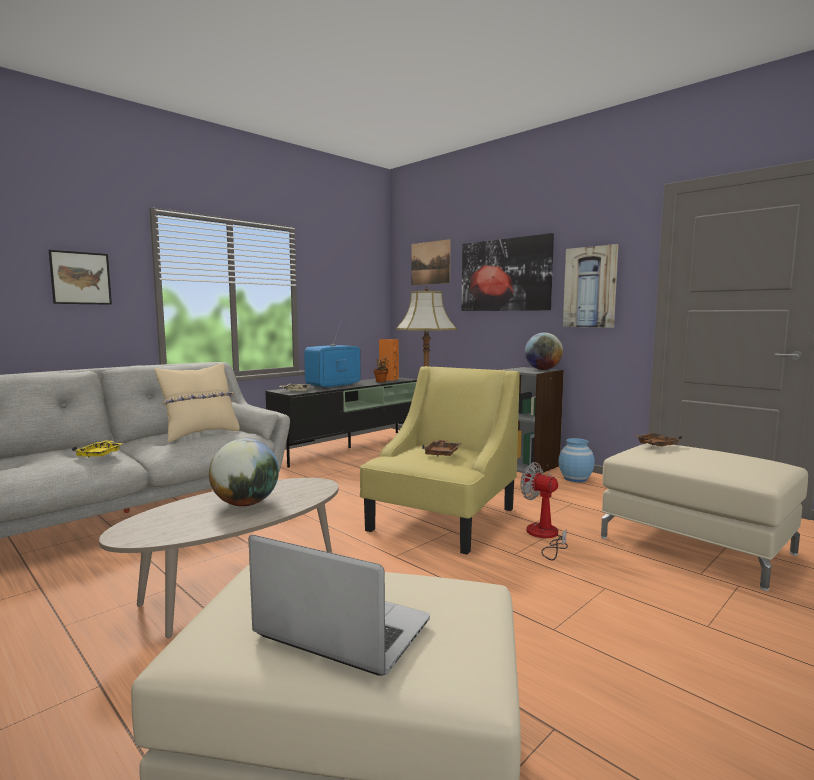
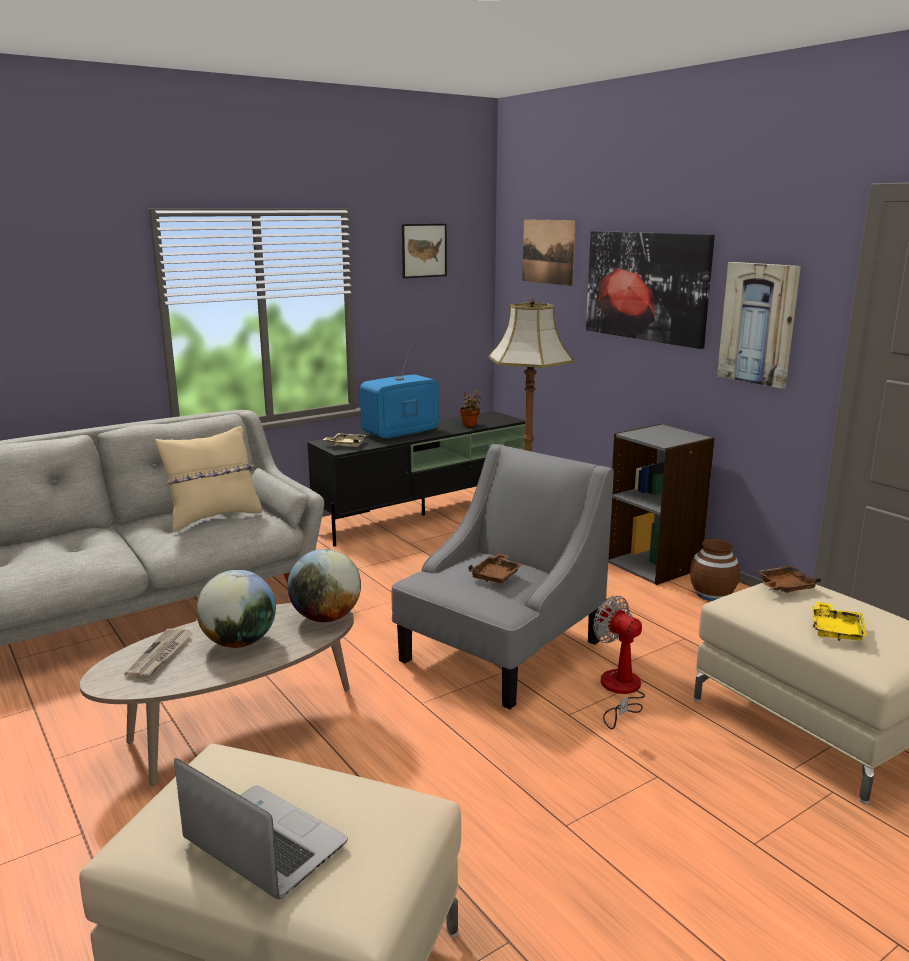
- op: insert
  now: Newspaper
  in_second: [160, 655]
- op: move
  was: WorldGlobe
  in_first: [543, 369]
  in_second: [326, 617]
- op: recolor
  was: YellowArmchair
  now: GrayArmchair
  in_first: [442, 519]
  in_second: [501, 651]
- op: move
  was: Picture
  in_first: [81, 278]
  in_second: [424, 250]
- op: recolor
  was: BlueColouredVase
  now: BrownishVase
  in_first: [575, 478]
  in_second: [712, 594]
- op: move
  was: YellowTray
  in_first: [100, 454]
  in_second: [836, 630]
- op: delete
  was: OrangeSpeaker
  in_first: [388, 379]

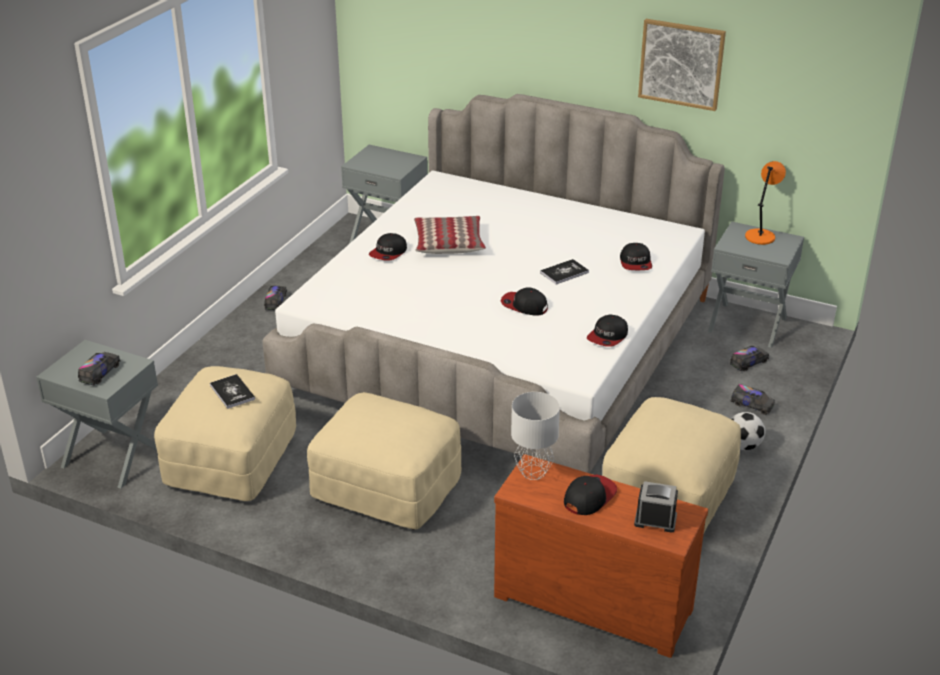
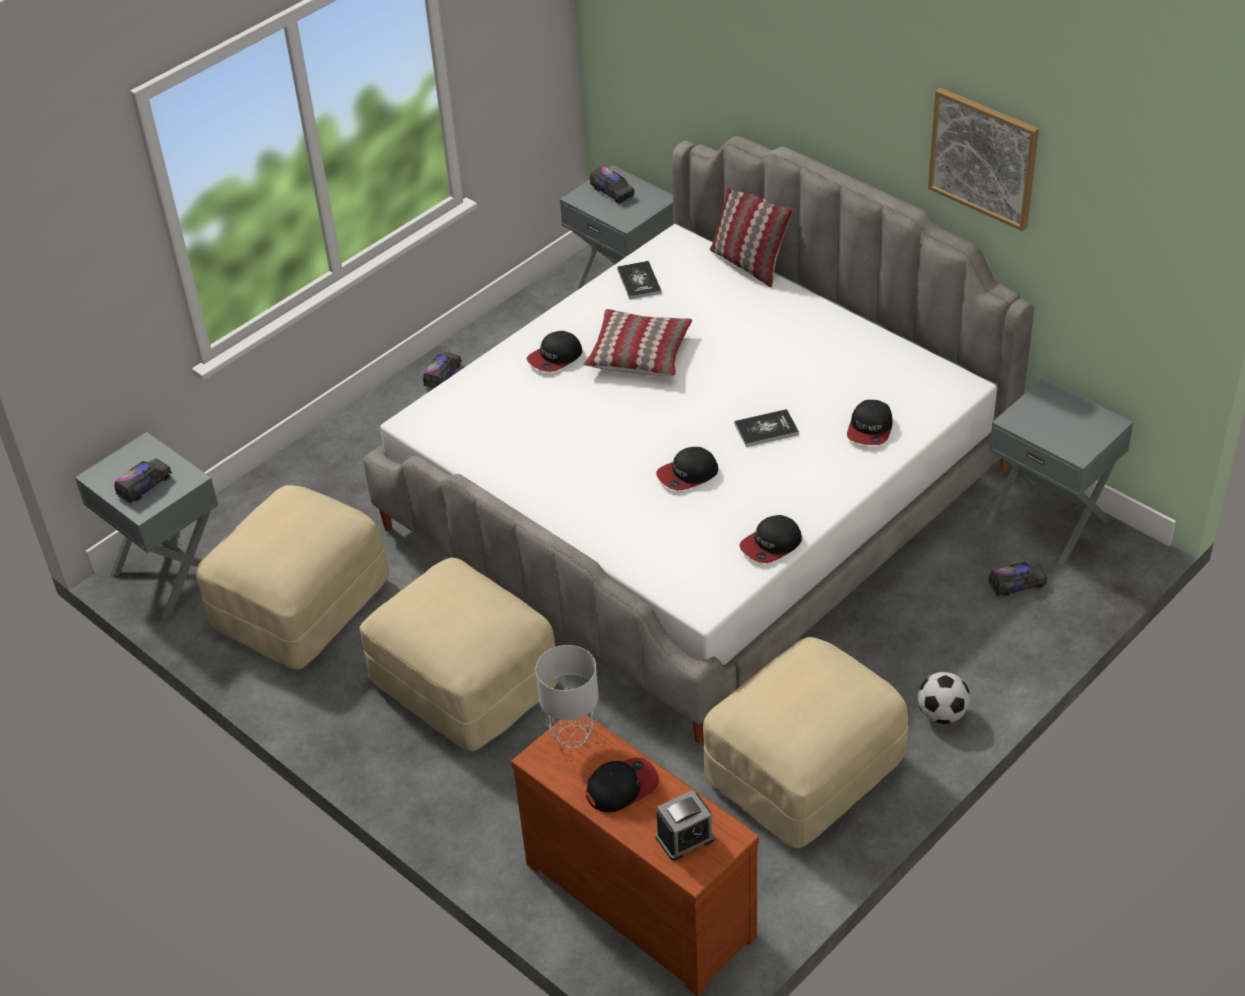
- op: move
  was: ModelTruck
  in_first: [752, 405]
  in_second: [612, 192]
- op: move
  was: BoundBook
  in_first: [232, 392]
  in_second: [639, 281]
- op: rotate
  was: Cap
  in_first: [524, 305]
  in_second: [687, 474]
  clockwise: -75
- op: rotate
  was: TableClock
  in_first: [655, 520]
  in_second: [685, 838]
  clockwise: 120
- op: insert
  now: Cushion
  in_second: [748, 263]
- op: delete
  was: OrangeTabletopLamp
  in_first: [760, 236]

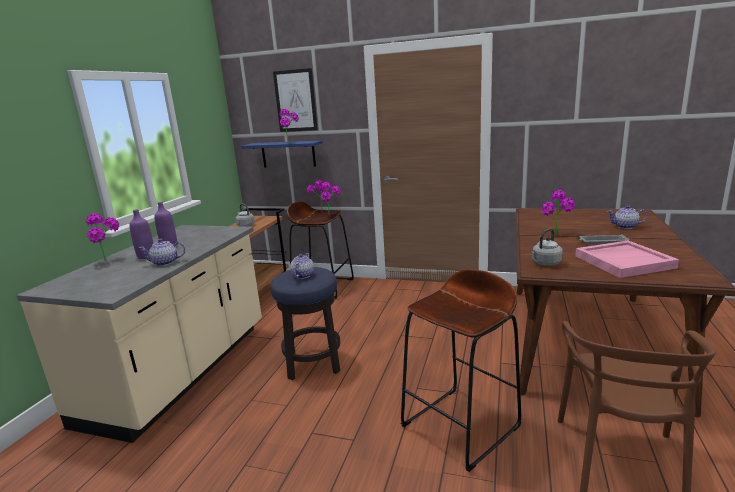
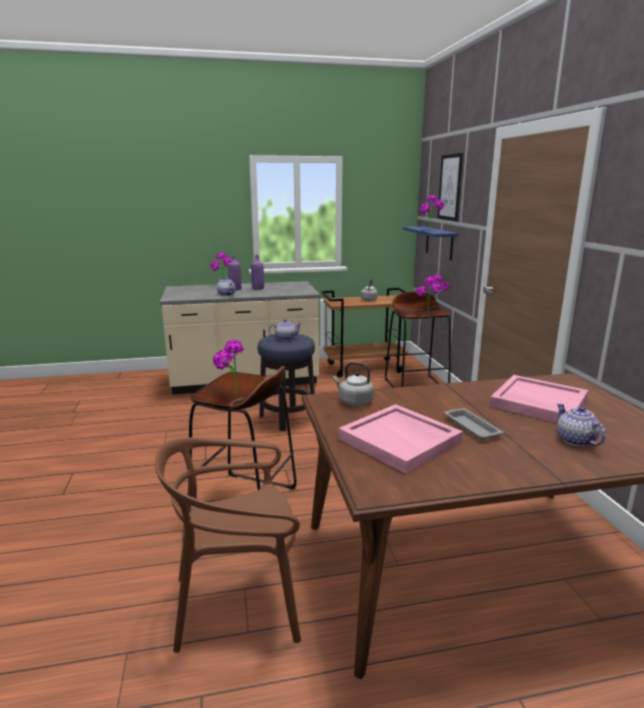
- op: move
  was: PottedPlant
  in_first: [556, 235]
  in_second: [229, 396]
- op: insert
  now: PinkTray
  in_second: [537, 403]

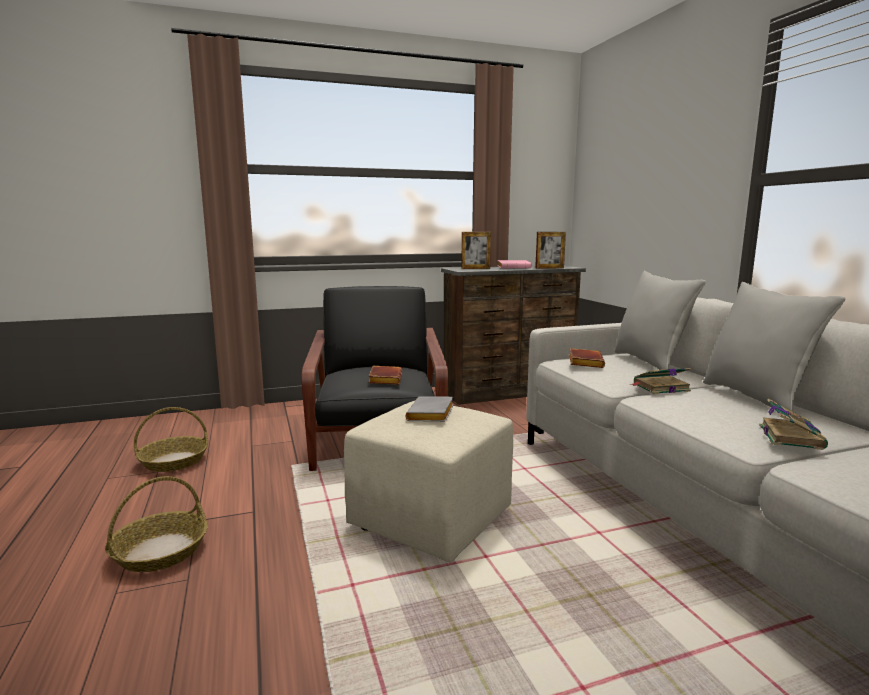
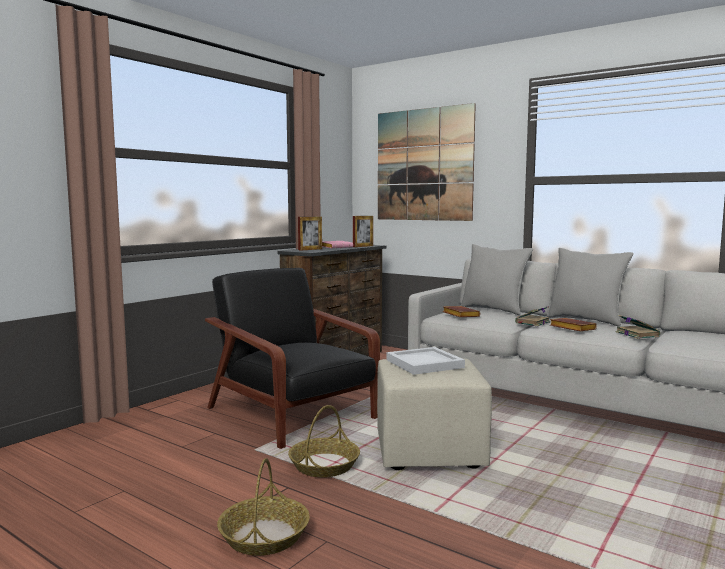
- op: move
  was: StorageBasket
  in_first: [174, 461]
  in_second: [324, 465]
- op: insert
  now: Picture
  in_second: [424, 165]
- op: replace
  was: GrayBoundBook
  now: WhitishTray
  in_first: [432, 415]
  in_second: [426, 364]
- op: move
  was: BrownishBoundBook
  in_first: [384, 379]
  in_second: [571, 328]

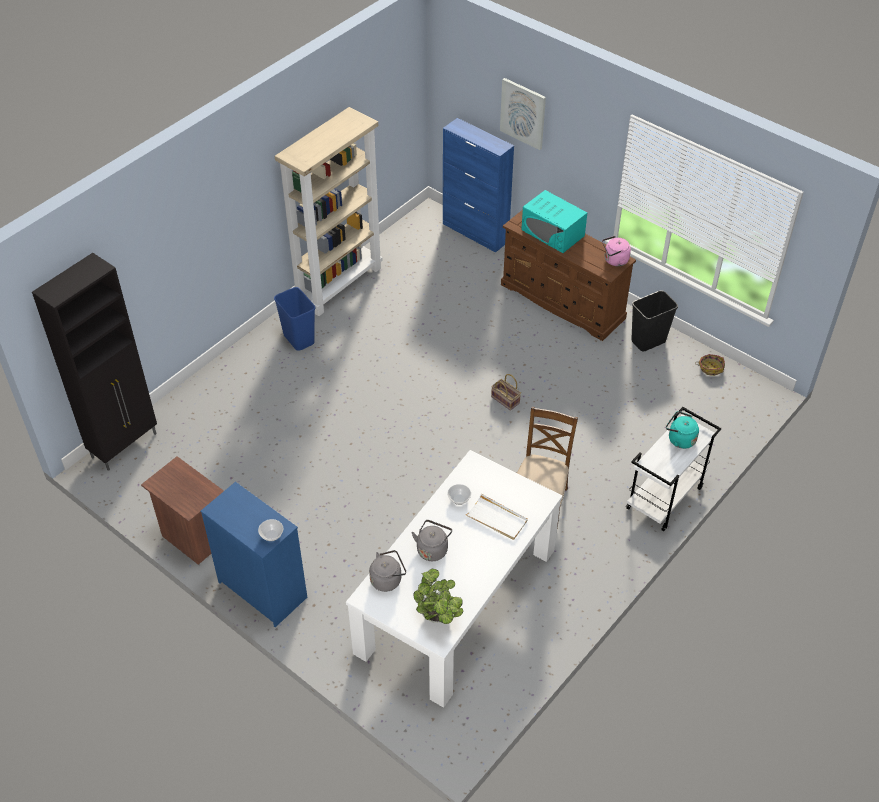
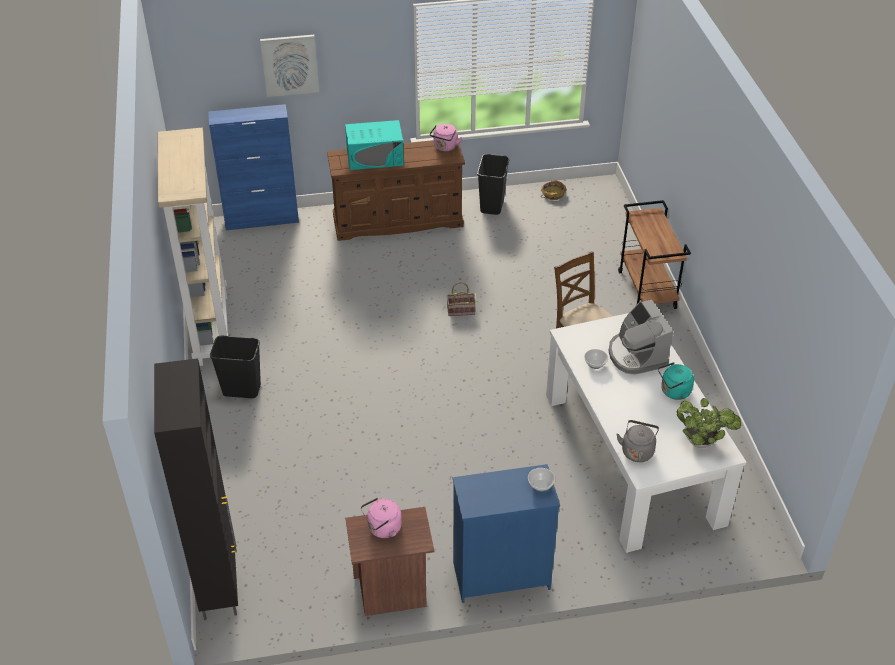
- op: recolor
  was: BlueColouredTrashCan
  now: BlackColouredTrashCan
  in_first: [299, 339]
  in_second: [242, 389]
- op: insert
  now: PinkTeaKettle
  in_second: [382, 529]
- op: replace
  was: WhitishTray
  now: CoffeeMaker
  in_first: [496, 519]
  in_second: [636, 355]
- op: recolor
  was: WhitishTrolley
  now: BrownishTrolley
  in_first: [664, 499]
  in_second: [647, 290]
- op: move
  was: BlueGreenTeaKettle
  in_first: [679, 439]
  in_second: [673, 392]
- op: delete
  was: GrayTeaKettle
  in_first: [432, 549]

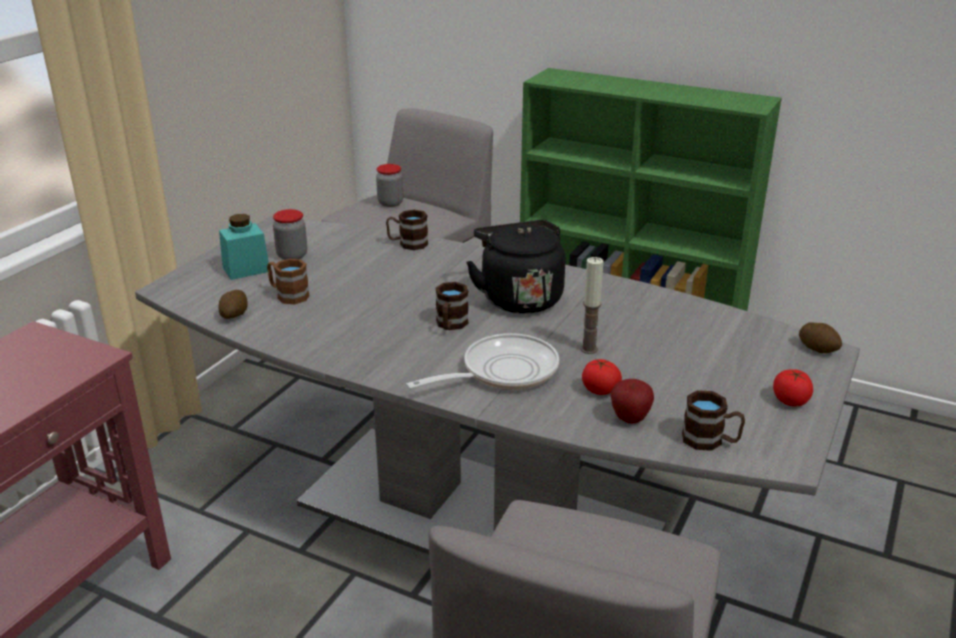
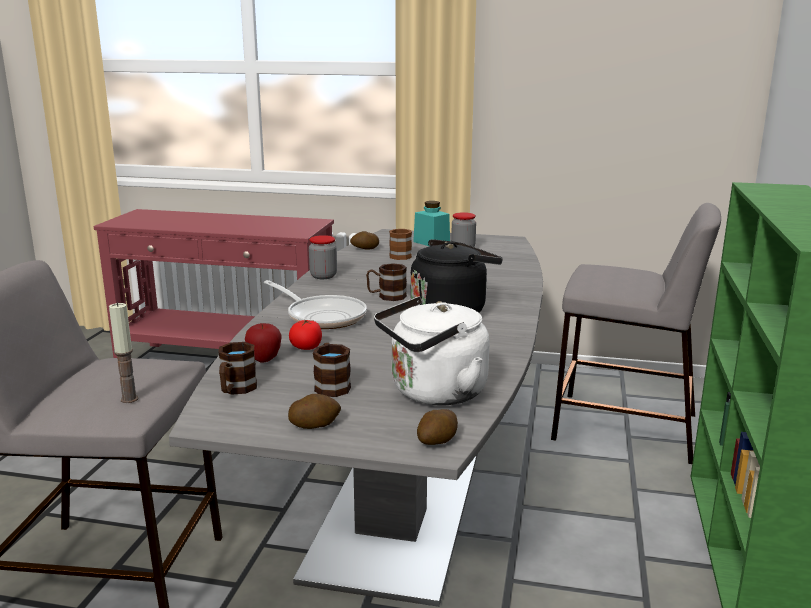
- op: move
  was: Candle
  in_first: [588, 349]
  in_second: [129, 399]
- op: replace
  was: Tomato
  now: Spud
  in_first: [790, 401]
  in_second: [315, 425]
- op: move
  was: StorageJar
  in_first: [390, 203]
  in_second: [323, 276]
- op: move
  was: BrownishTeaMug
  in_first: [407, 244]
  in_second: [331, 385]
- op: insert
  now: WhitishTeaKettle
  in_second: [433, 393]

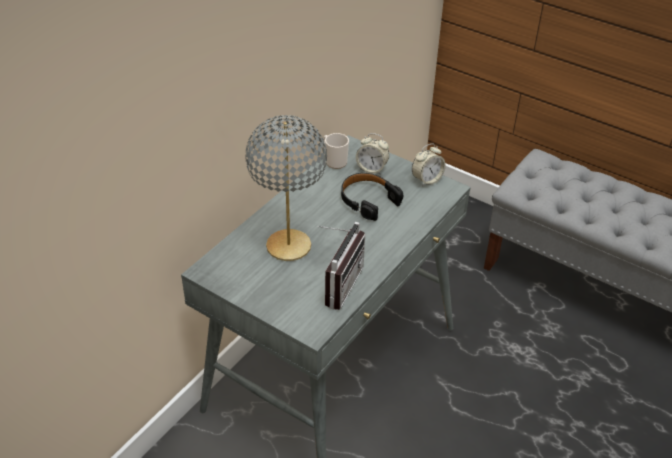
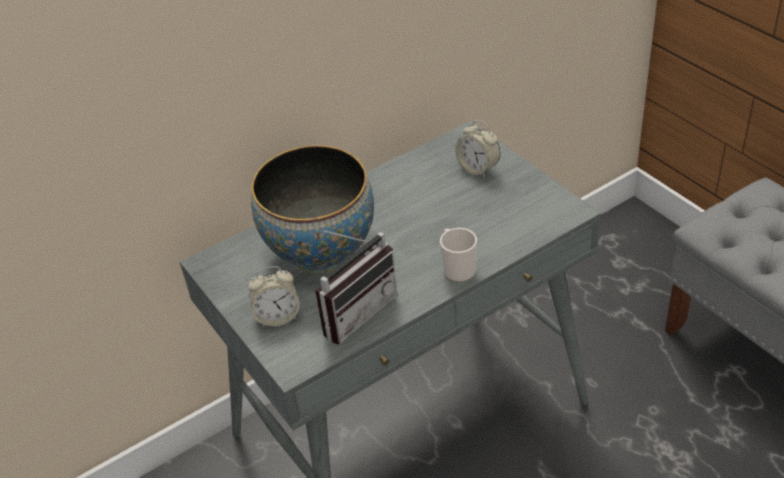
- op: move
  was: TableClock
  in_first: [427, 180]
  in_second: [278, 317]
- op: replace
  was: GrayTabletopLamp
  now: DeepDish
  in_first: [289, 247]
  in_second: [321, 251]
- op: move
  was: TeaMug
  in_first: [334, 161]
  in_second: [457, 268]
- op: delete
  was: BlackColouredHeadset
  in_first: [368, 200]

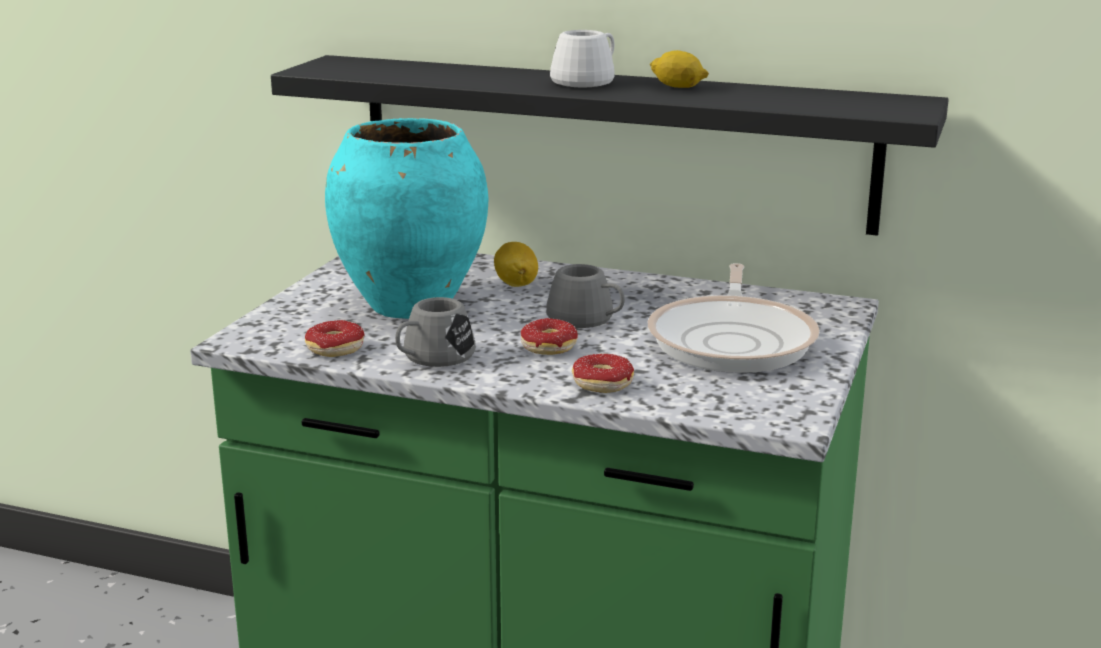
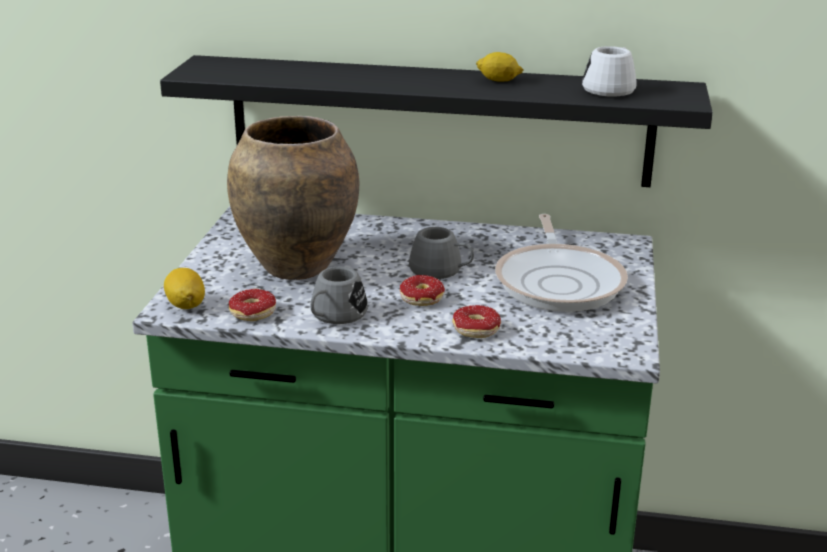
- op: move
  was: CitrusFruit
  in_first: [516, 284]
  in_second: [186, 305]
- op: recolor
  was: BlueGreenVase
  now: BrownishVase
  in_first: [409, 305]
  in_second: [295, 267]
- op: move
  was: WhitishTeaMug
  in_first: [587, 81]
  in_second: [611, 88]

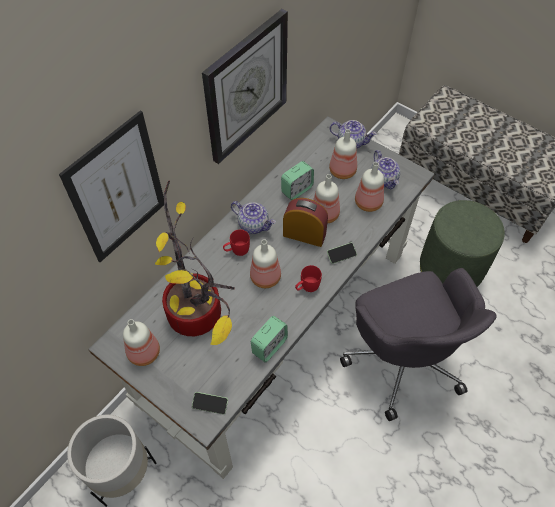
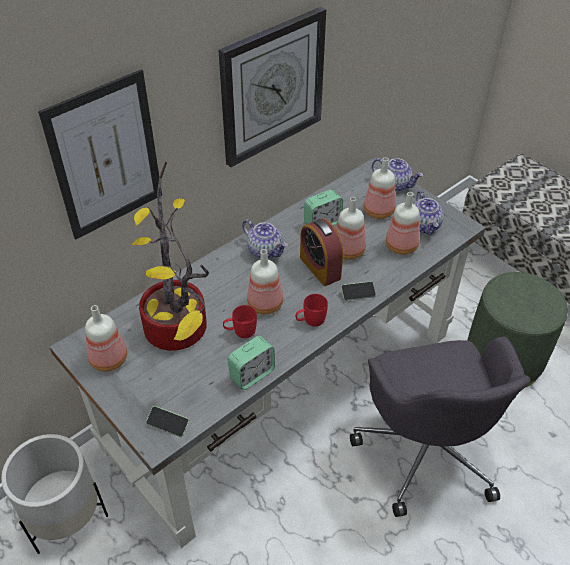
- op: move
  was: ReddishTeaMug
  in_first: [236, 250]
  in_second: [240, 331]
- op: rotate
  was: TableClock
  in_first: [304, 234]
  in_second: [320, 268]
  clockwise: -150

